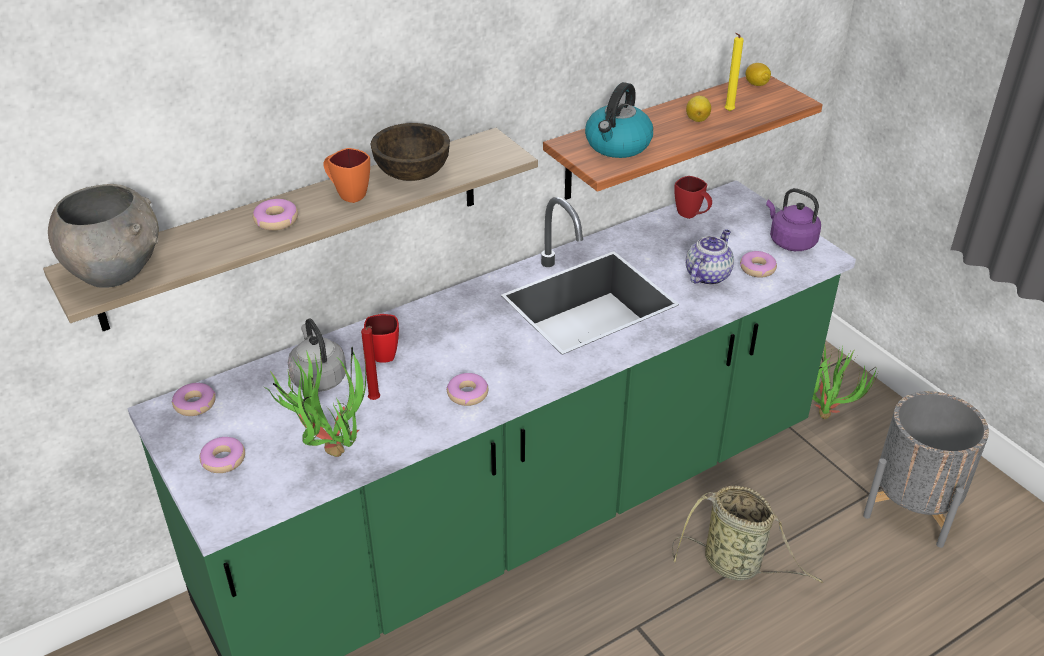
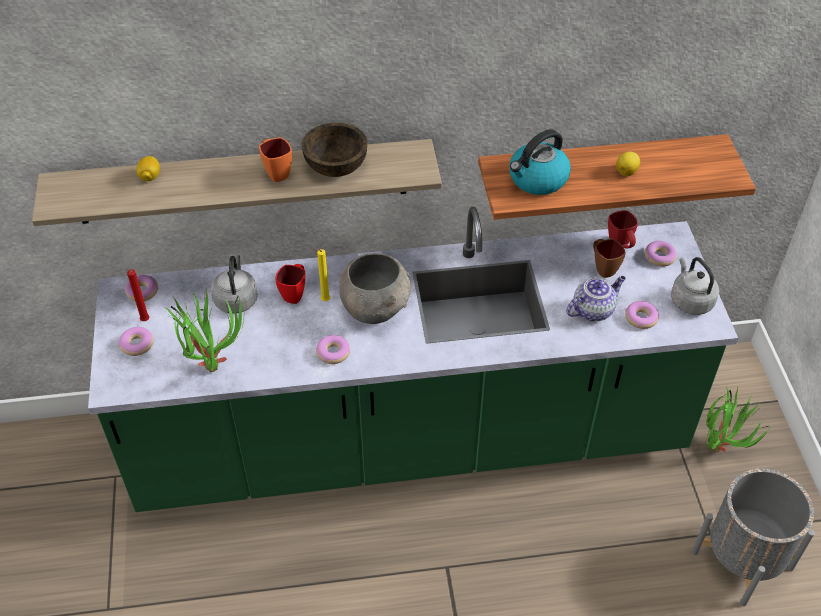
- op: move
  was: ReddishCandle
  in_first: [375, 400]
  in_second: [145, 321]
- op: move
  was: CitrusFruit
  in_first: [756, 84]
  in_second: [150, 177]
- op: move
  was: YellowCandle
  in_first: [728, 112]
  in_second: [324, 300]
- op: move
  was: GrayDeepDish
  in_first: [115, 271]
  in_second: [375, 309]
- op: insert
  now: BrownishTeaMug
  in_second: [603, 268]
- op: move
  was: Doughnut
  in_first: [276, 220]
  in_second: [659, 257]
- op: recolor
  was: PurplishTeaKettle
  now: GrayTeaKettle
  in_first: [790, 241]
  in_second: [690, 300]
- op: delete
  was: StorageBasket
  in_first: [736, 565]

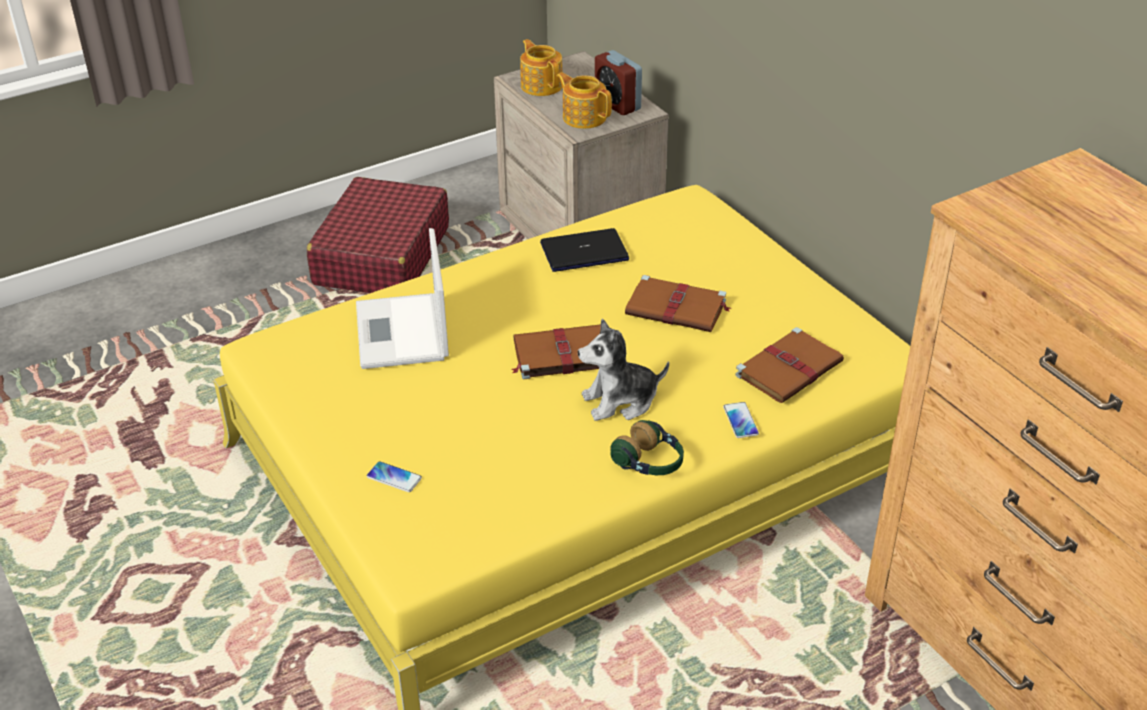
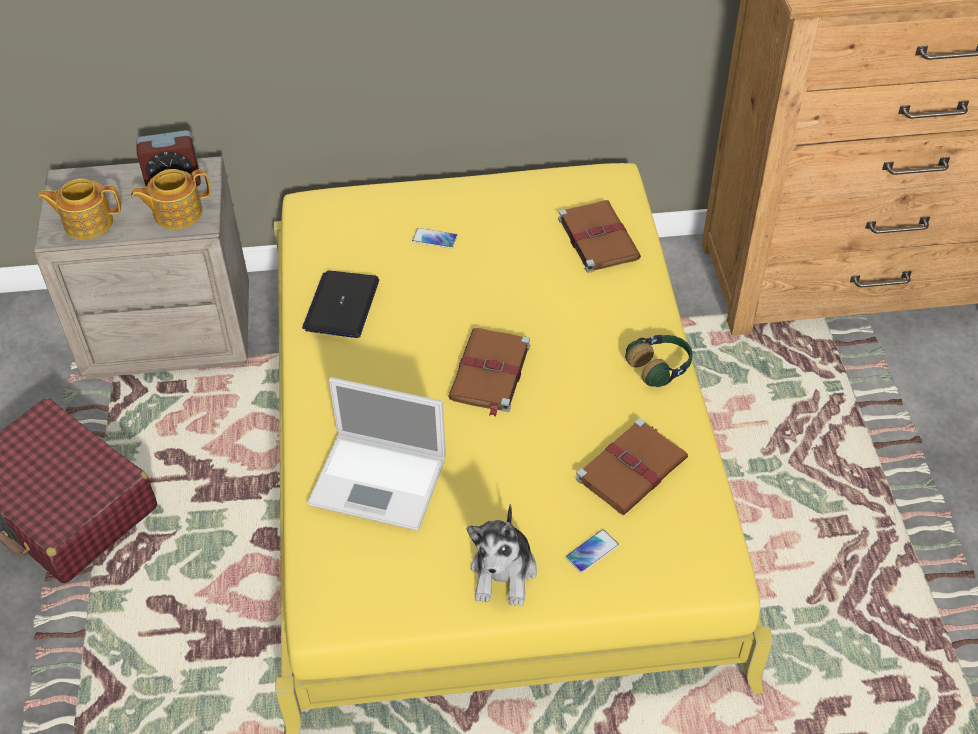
- op: move
  was: Handset
  in_first: [740, 421]
  in_second: [434, 239]
- op: move
  was: SoftToy
  in_first: [620, 401]
  in_second: [504, 572]
- op: move
  was: BrownishBoundBook
  in_first: [677, 308]
  in_second: [632, 468]

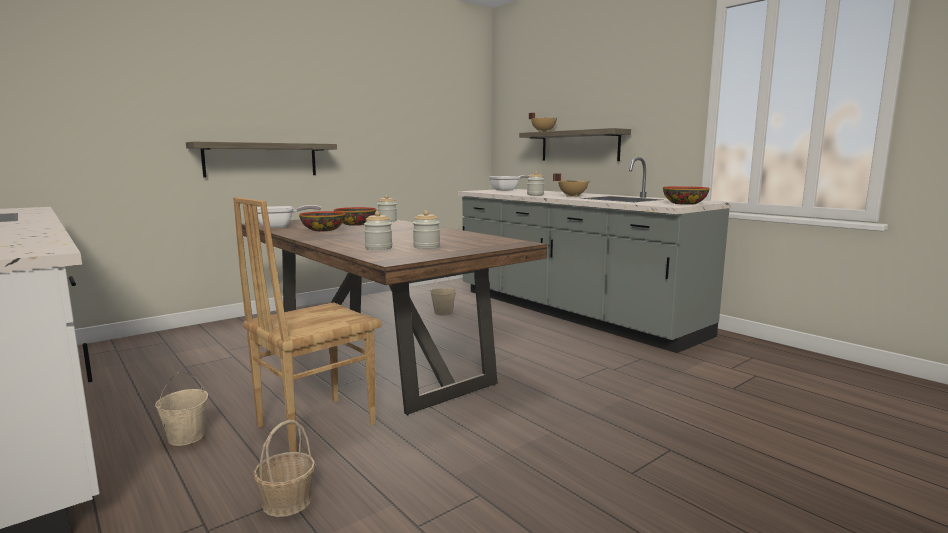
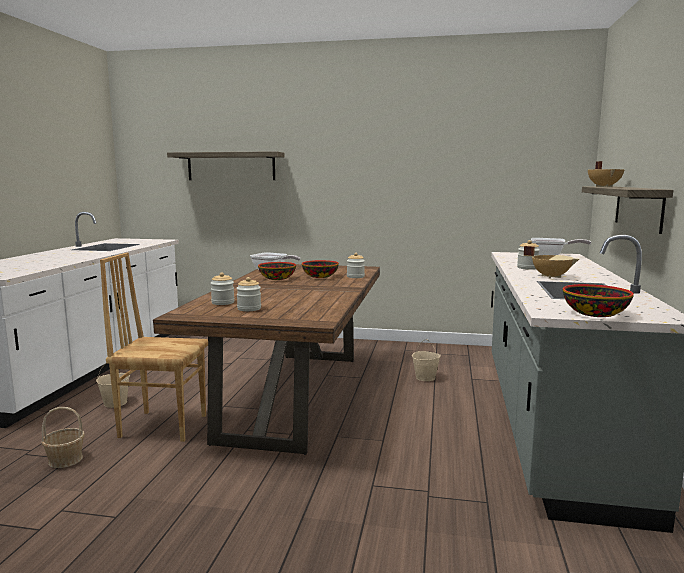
- op: move
  was: WallShelf
  in_first: [261, 160]
  in_second: [231, 166]

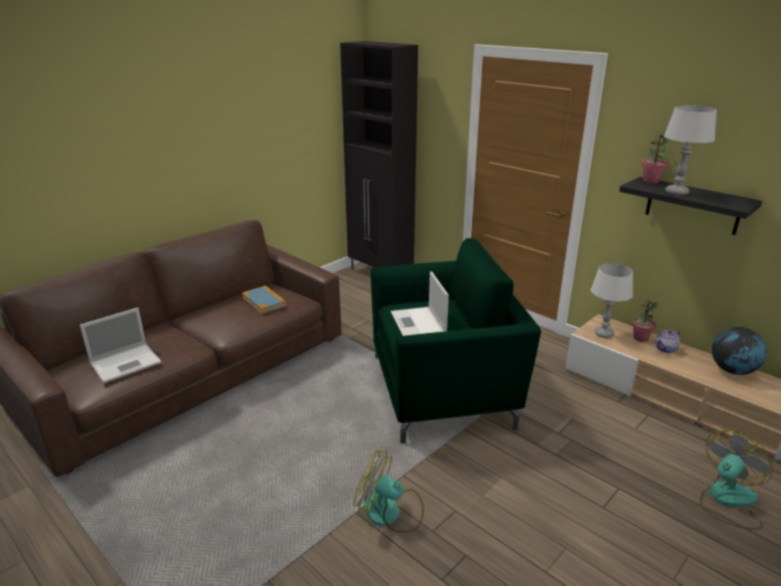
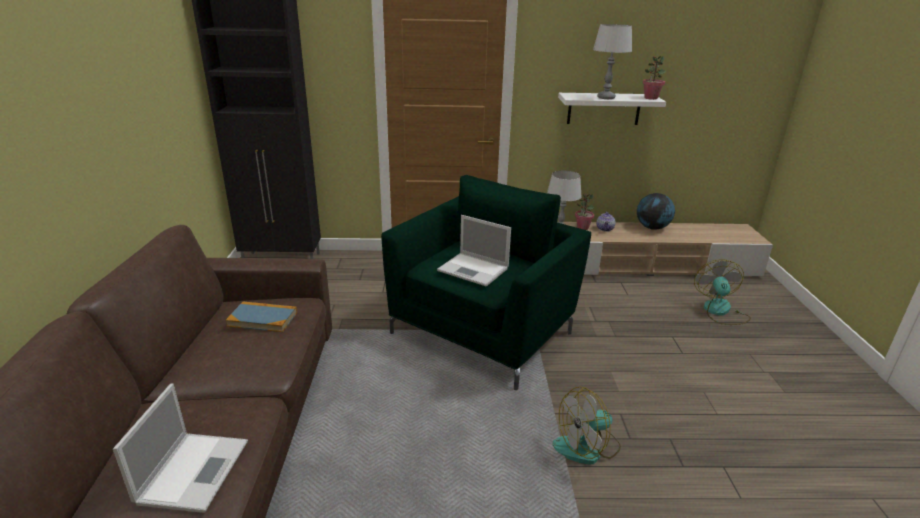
- op: recolor
  was: BlackColouredWallShelf
  now: WhitishWallShelf
  in_first: [692, 206]
  in_second: [604, 108]
- op: move
  was: PottedPlant
  in_first: [650, 181]
  in_second: [650, 98]

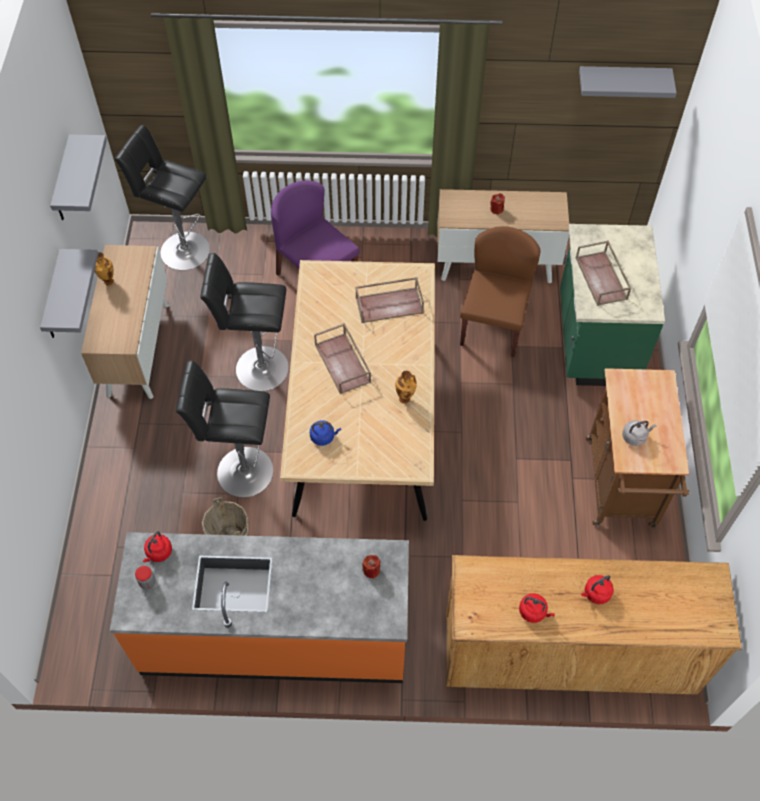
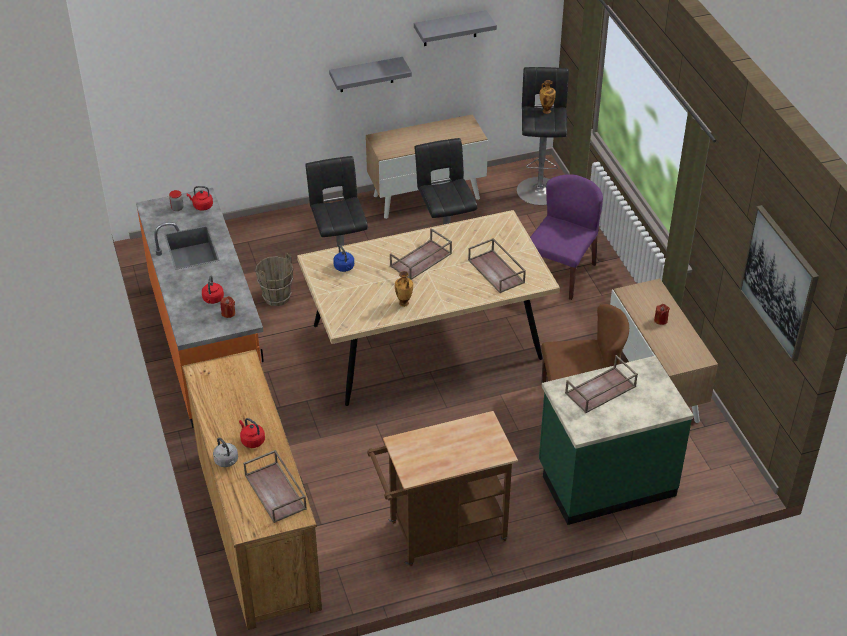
- op: move
  was: ReddishTeaKettle
  in_first: [534, 612]
  in_second: [213, 299]
- op: move
  was: GrayTeaKettle
  in_first: [635, 436]
  in_second: [227, 461]
- op: insert
  now: BrownishTray
  in_second: [276, 492]
- op: move
  was: Vase
  in_first: [108, 281]
  in_second: [546, 111]
- op: replace
  was: GrayWallShelf
  now: Picture
  in_first: [622, 80]
  in_second: [779, 282]

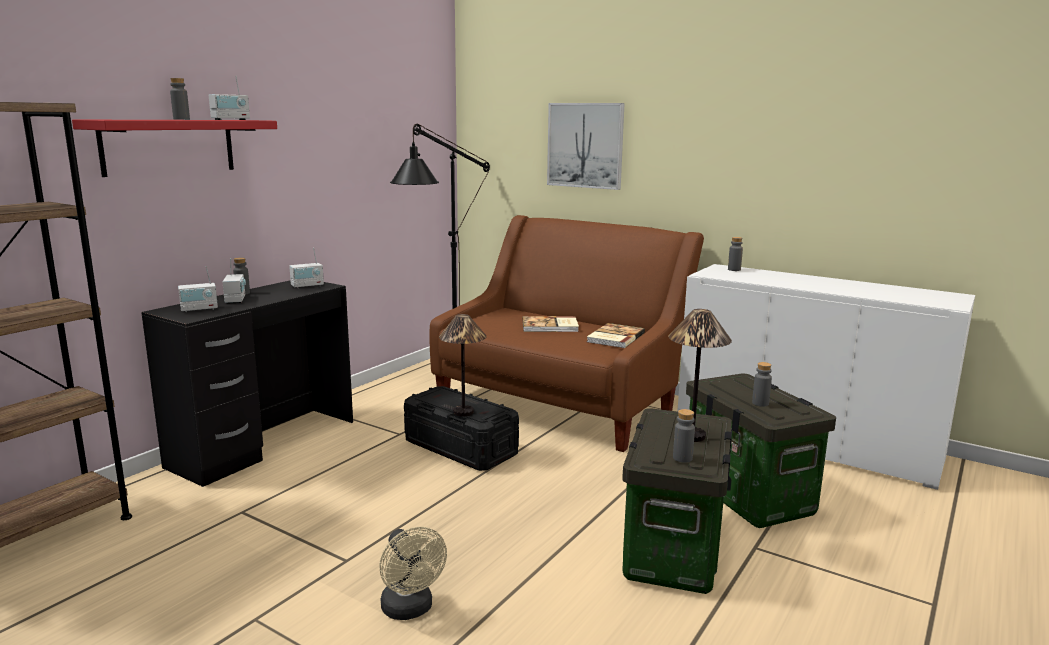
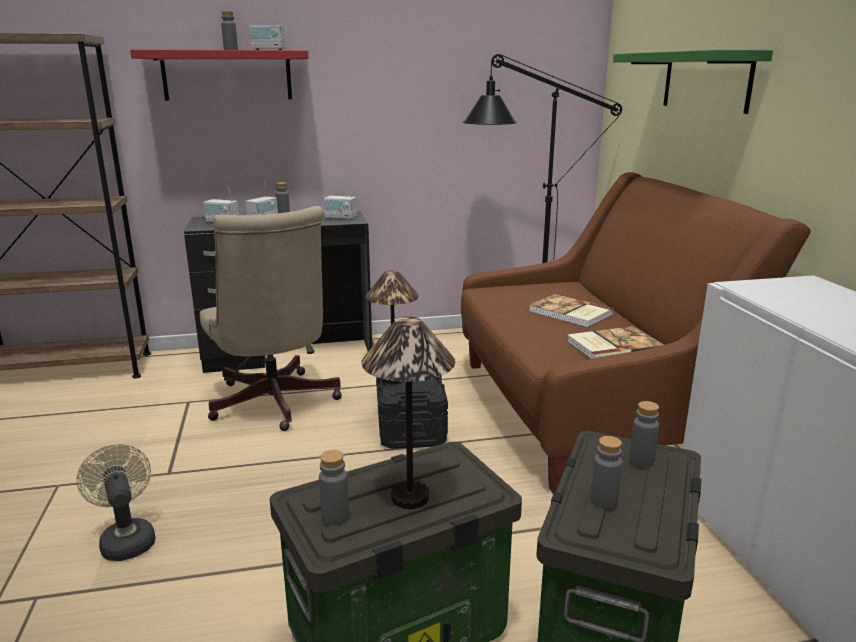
- op: rotate
  was: BeigeColouredFan
  in_first: [410, 610]
  in_second: [126, 539]
  clockwise: 135
- op: insert
  now: BeigeColouredComputerChair
  in_second: [274, 405]
- op: replace
  was: Picture
  now: GreenColouredWallShelf
  in_first: [585, 145]
  in_second: [706, 81]
- op: move
  was: GrayDrinkBottle
  in_first: [734, 269]
  in_second: [641, 460]

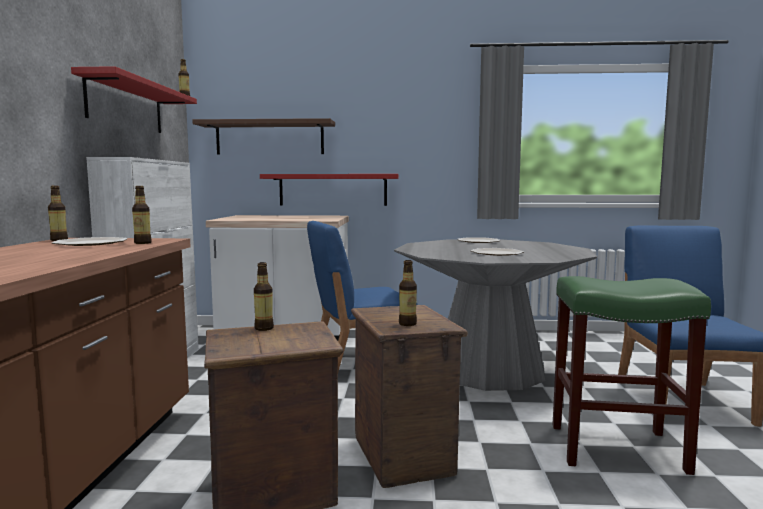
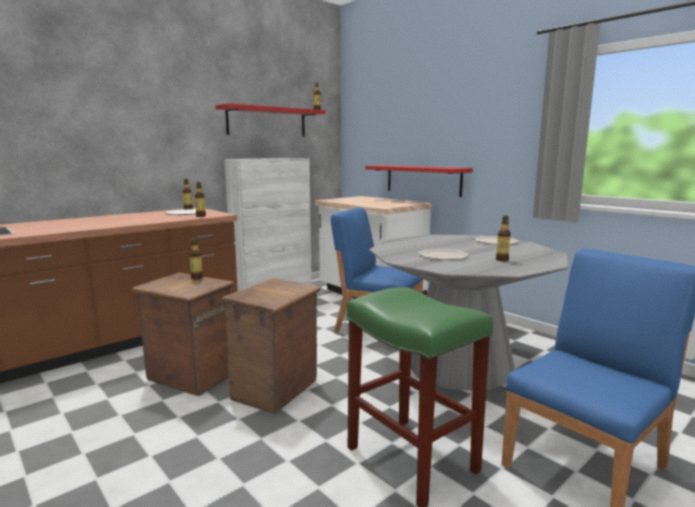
- op: move
  was: DrinkBottle
  in_first: [407, 324]
  in_second: [502, 260]
- op: delete
  was: BrownishWallShelf
  in_first: [269, 138]

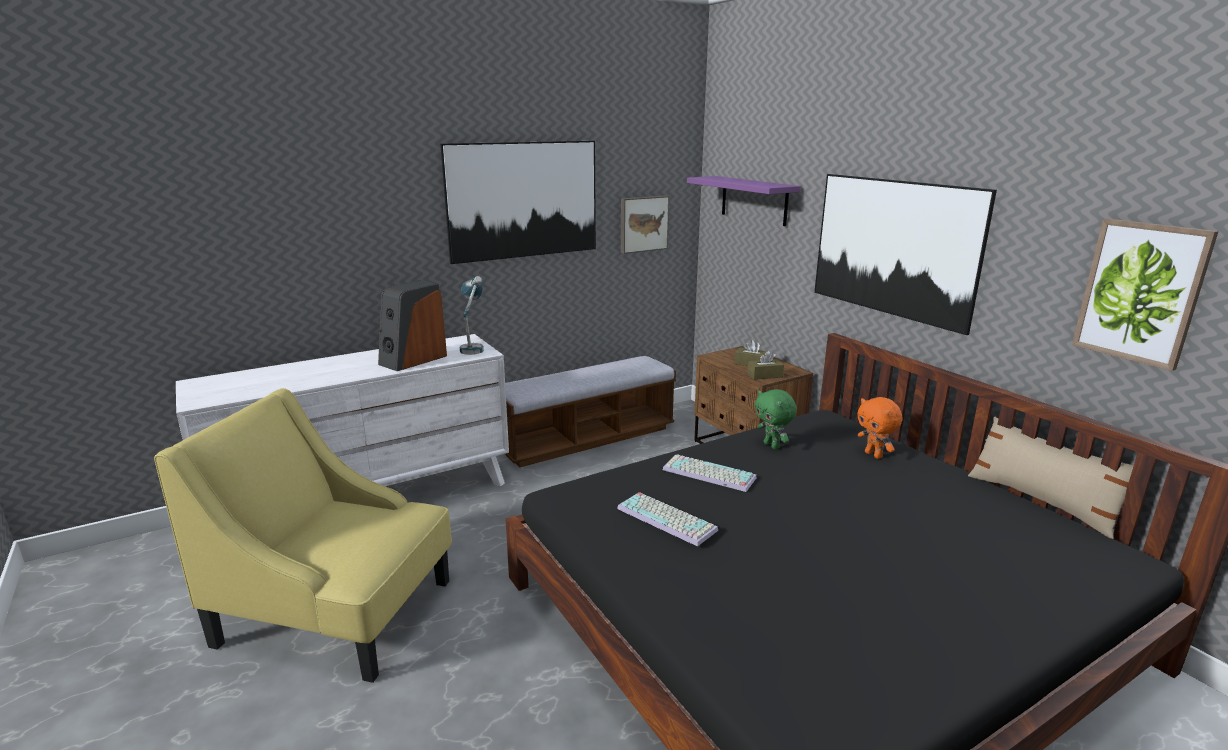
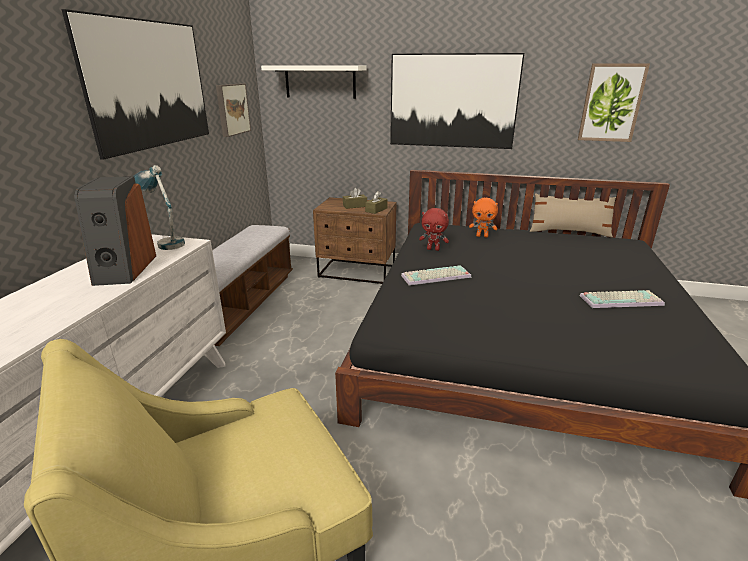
- op: recolor
  was: PurplishWallShelf
  now: WhitishWallShelf
  in_first: [754, 200]
  in_second: [320, 82]
- op: recolor
  was: GreenColouredSoftToy
  now: ReddishSoftToy
  in_first: [772, 446]
  in_second: [433, 249]
- op: move
  was: Keyboard
  in_first: [668, 519]
  in_second: [621, 299]

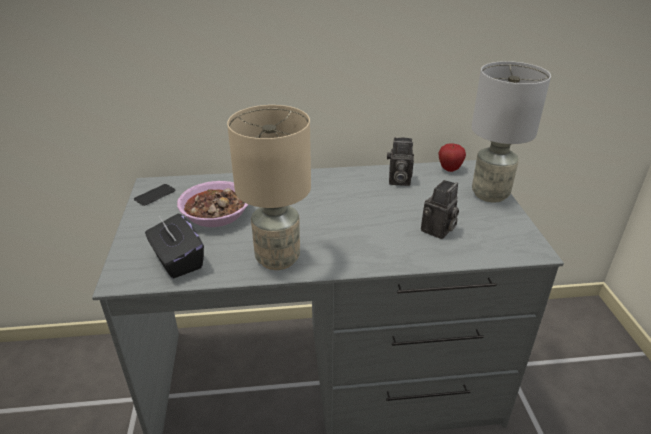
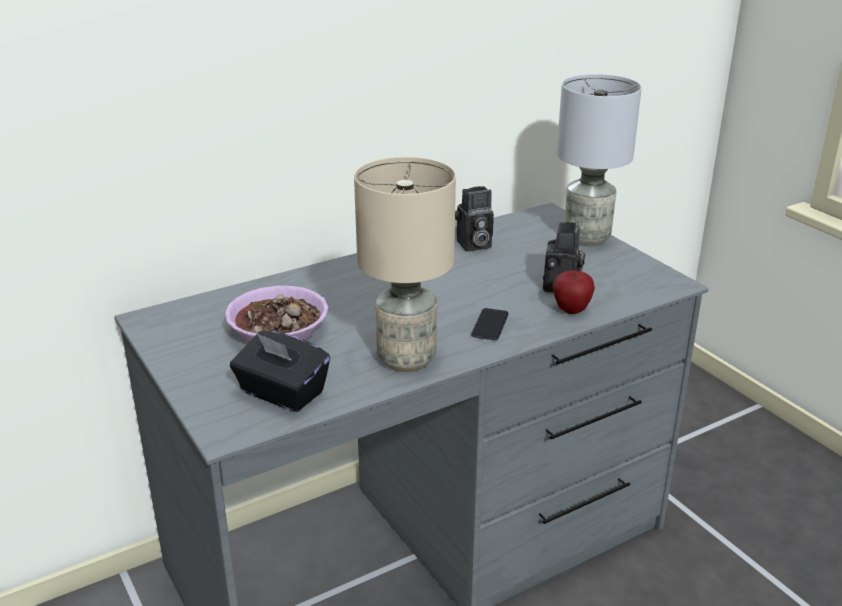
- op: move
  was: Handset
  in_first: [155, 195]
  in_second: [490, 325]
- op: move
  was: Apple
  in_first: [449, 169]
  in_second: [571, 310]

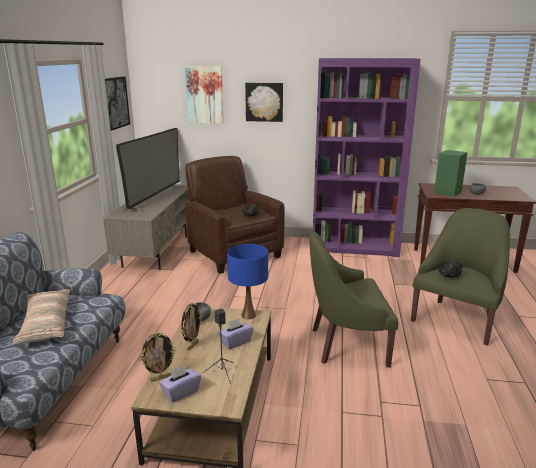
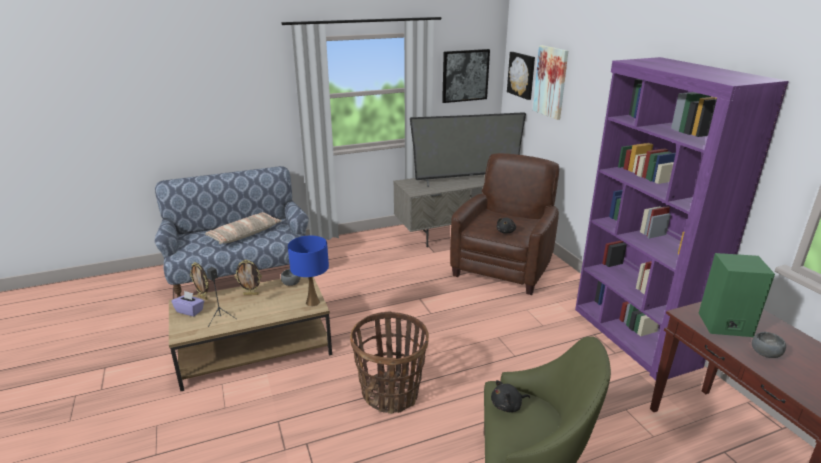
- op: replace
  was: GreenColouredArmchair
  now: StorageBasket
  in_first: [346, 344]
  in_second: [391, 393]
- op: move
  was: Picture
  in_first: [264, 102]
  in_second: [522, 75]
- op: delete
  was: PurplishTissueHolder
  in_first: [235, 342]

